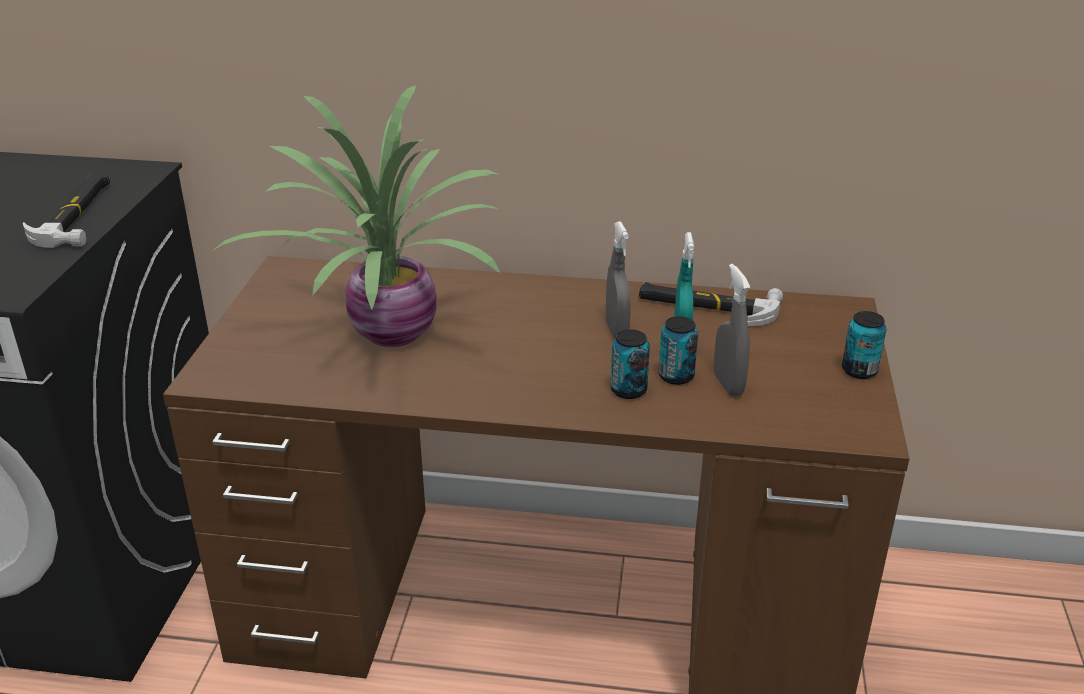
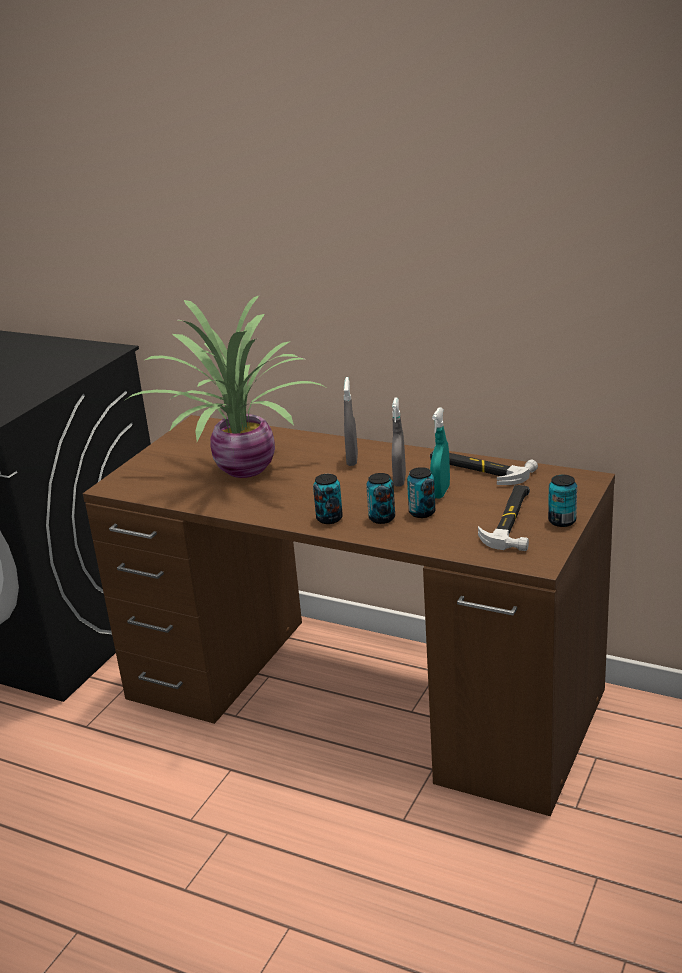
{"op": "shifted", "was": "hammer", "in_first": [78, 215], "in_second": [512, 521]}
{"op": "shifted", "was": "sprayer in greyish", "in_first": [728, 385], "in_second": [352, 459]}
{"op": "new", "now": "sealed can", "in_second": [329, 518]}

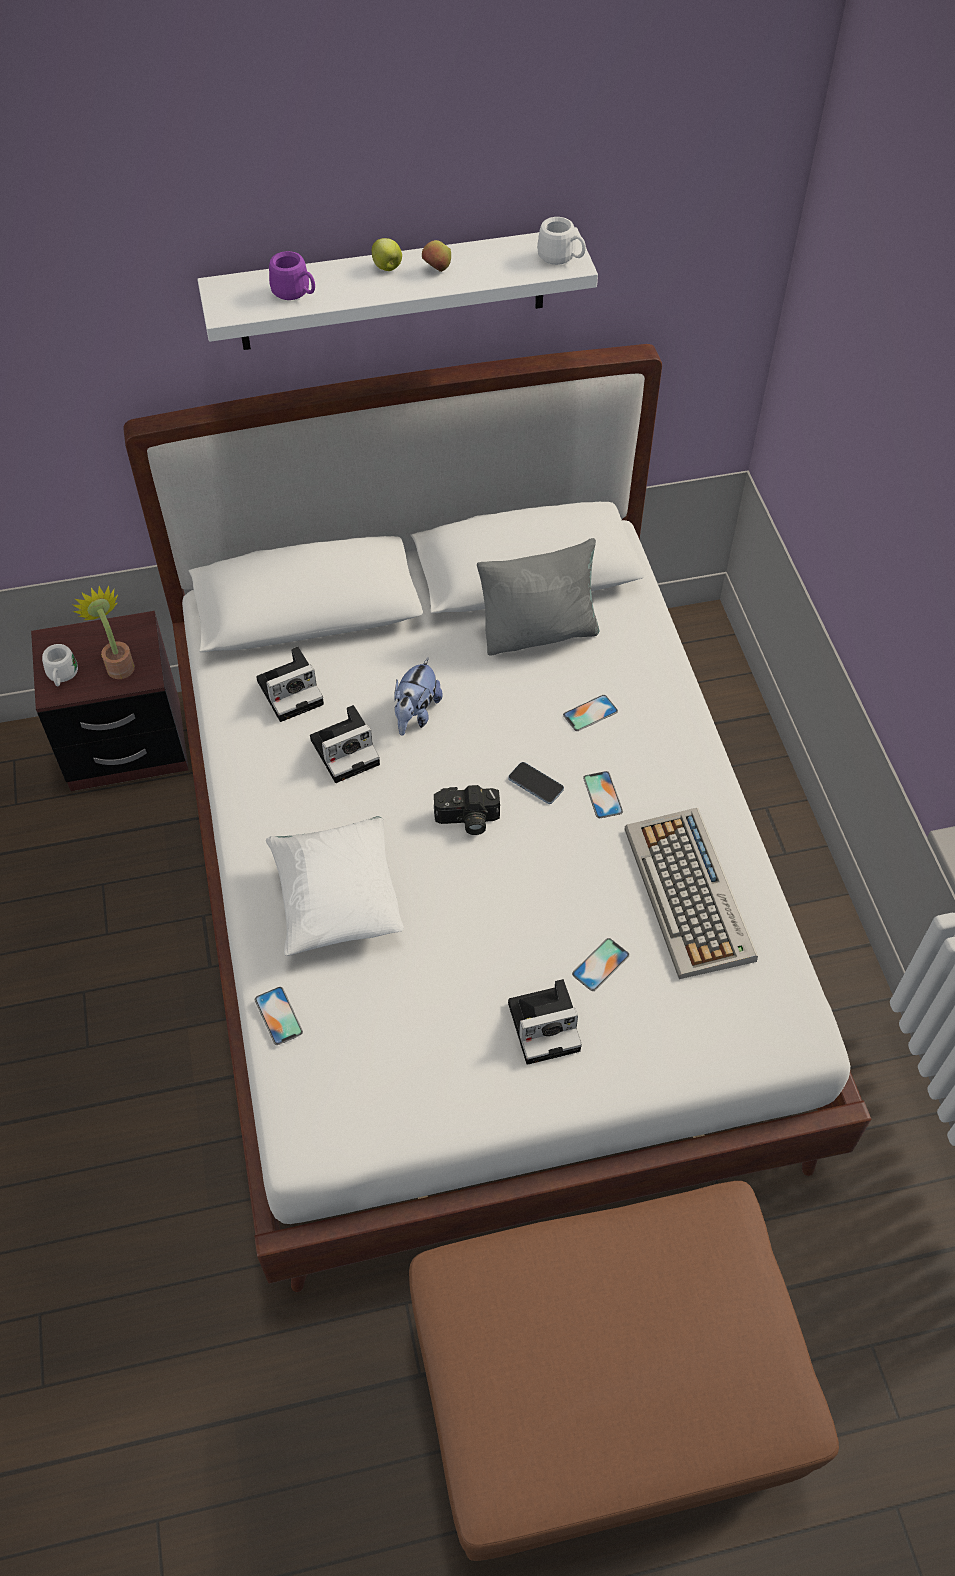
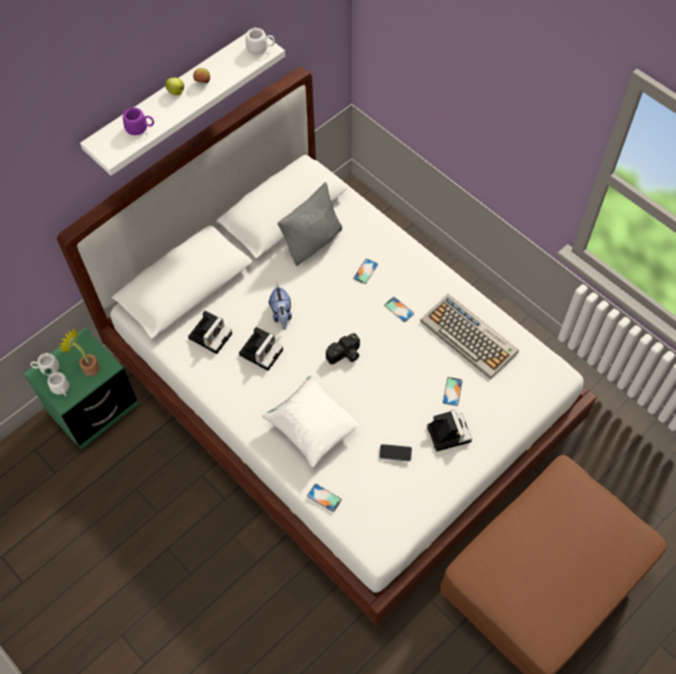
{"op": "repainted", "was": "night table in brownish", "now": "night table in greenish", "in_first": [126, 745], "in_second": [93, 408]}
{"op": "shifted", "was": "handset", "in_first": [536, 784], "in_second": [395, 453]}
{"op": "rotated", "was": "photo camera", "in_first": [546, 1025], "in_second": [447, 432], "clockwise": -60}
{"op": "new", "now": "coffee mug in white", "in_second": [46, 368]}

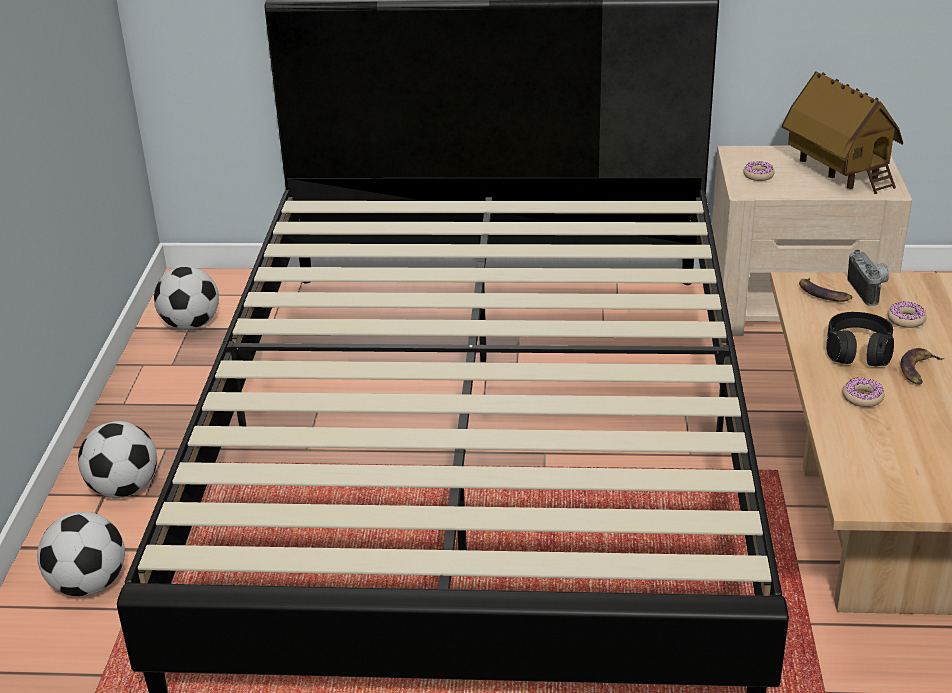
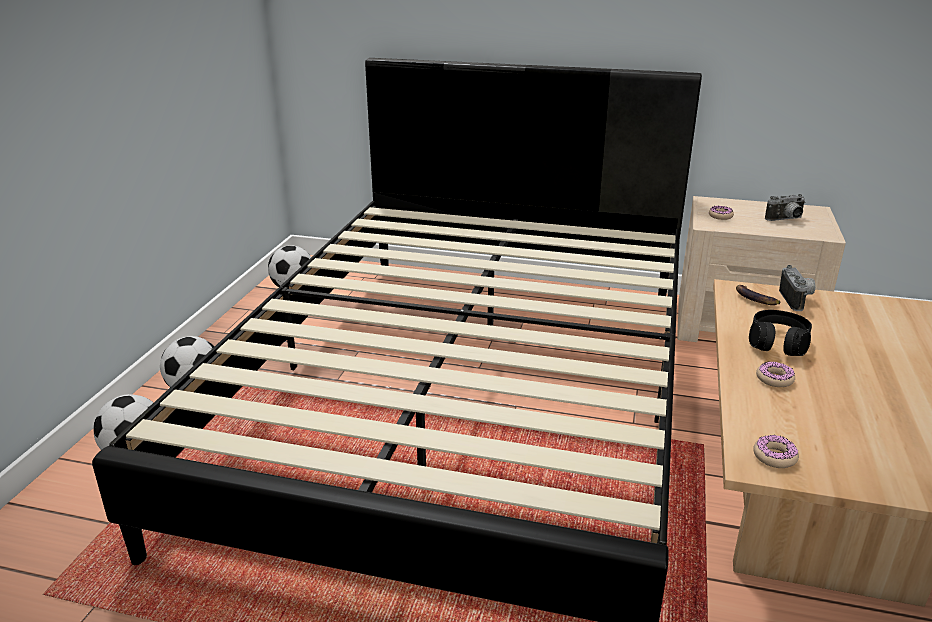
{"op": "swapped", "was": "model house", "now": "photo camera", "in_first": [838, 172], "in_second": [786, 220]}
{"op": "shifted", "was": "doughnut", "in_first": [906, 320], "in_second": [774, 457]}
{"op": "gone", "was": "banana", "in_first": [918, 370]}

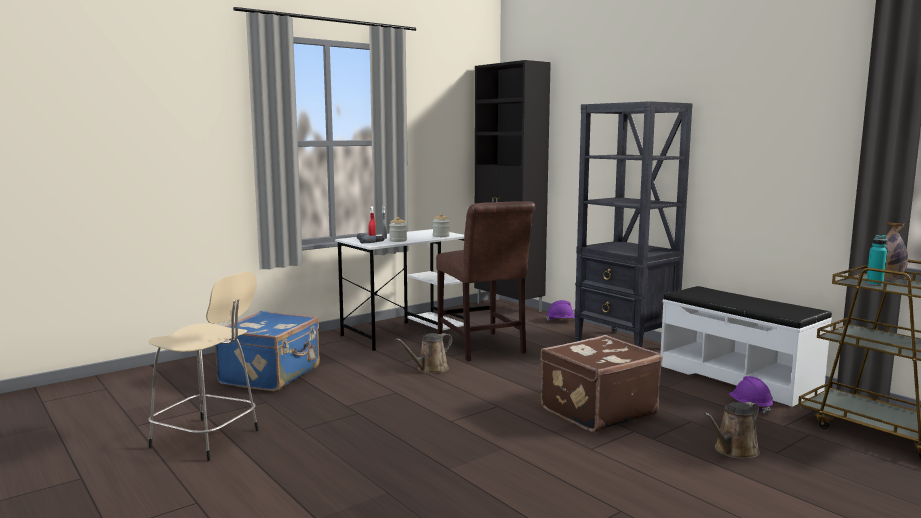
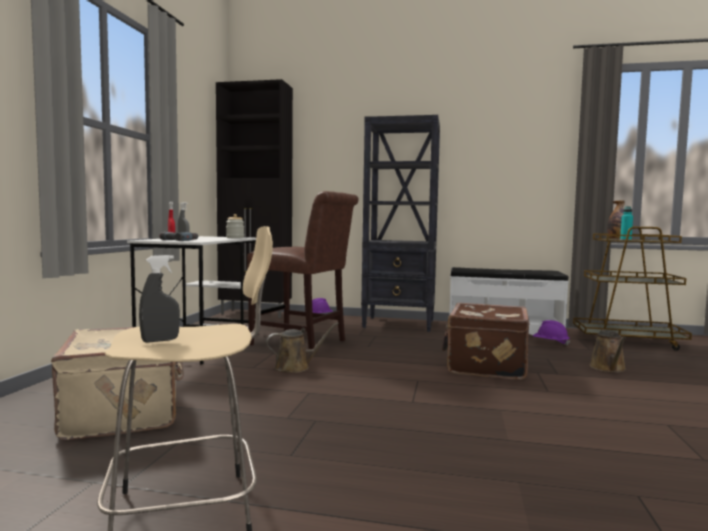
{"op": "gone", "was": "storage jar", "in_first": [398, 240]}
{"op": "repainted", "was": "piece of luggage in bluish", "now": "piece of luggage in beige-coloured", "in_first": [272, 375], "in_second": [125, 413]}
{"op": "rotated", "was": "watering can in brownish", "in_first": [430, 369], "in_second": [295, 367], "clockwise": -120}
{"op": "new", "now": "sprayer in greyish", "in_second": [160, 340]}

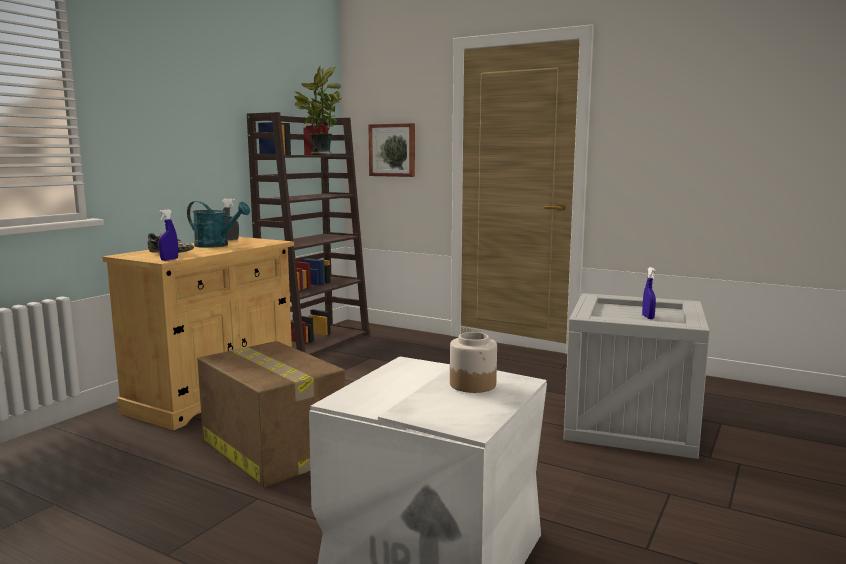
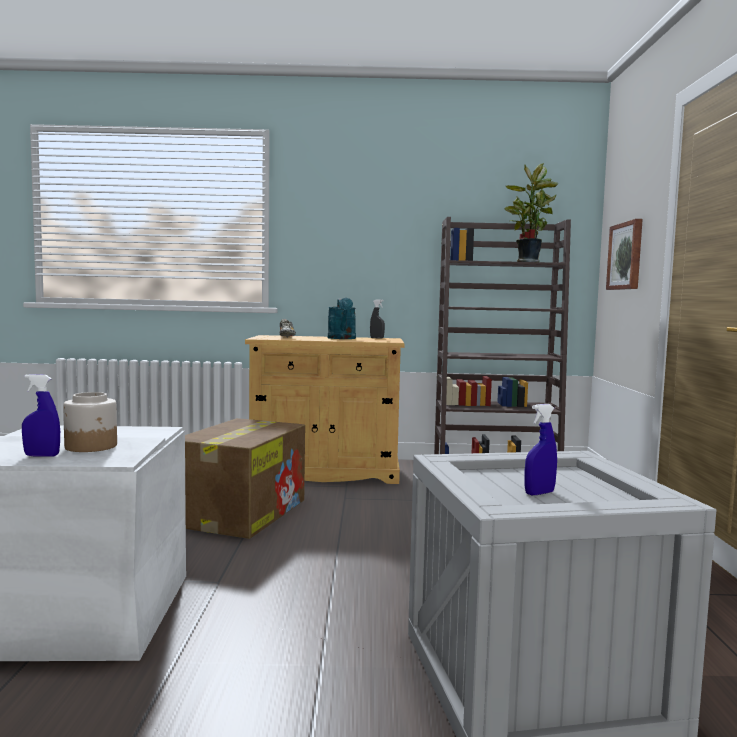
{"op": "shifted", "was": "sprayer in bluish", "in_first": [169, 259], "in_second": [41, 455]}

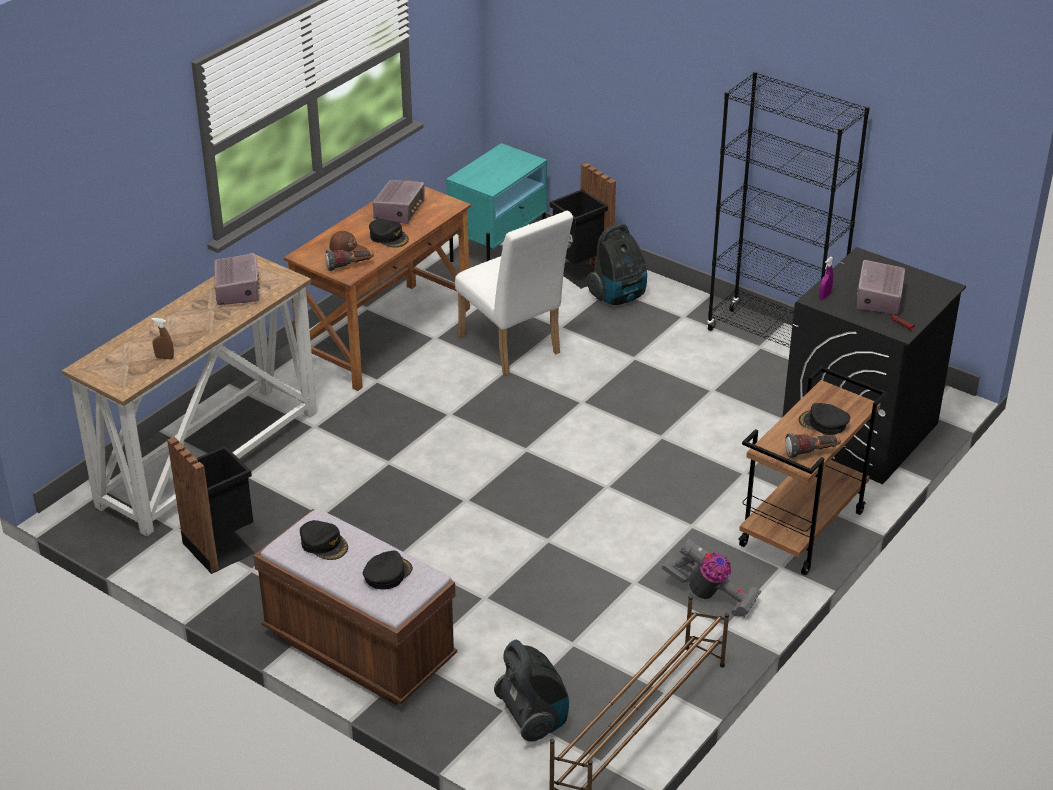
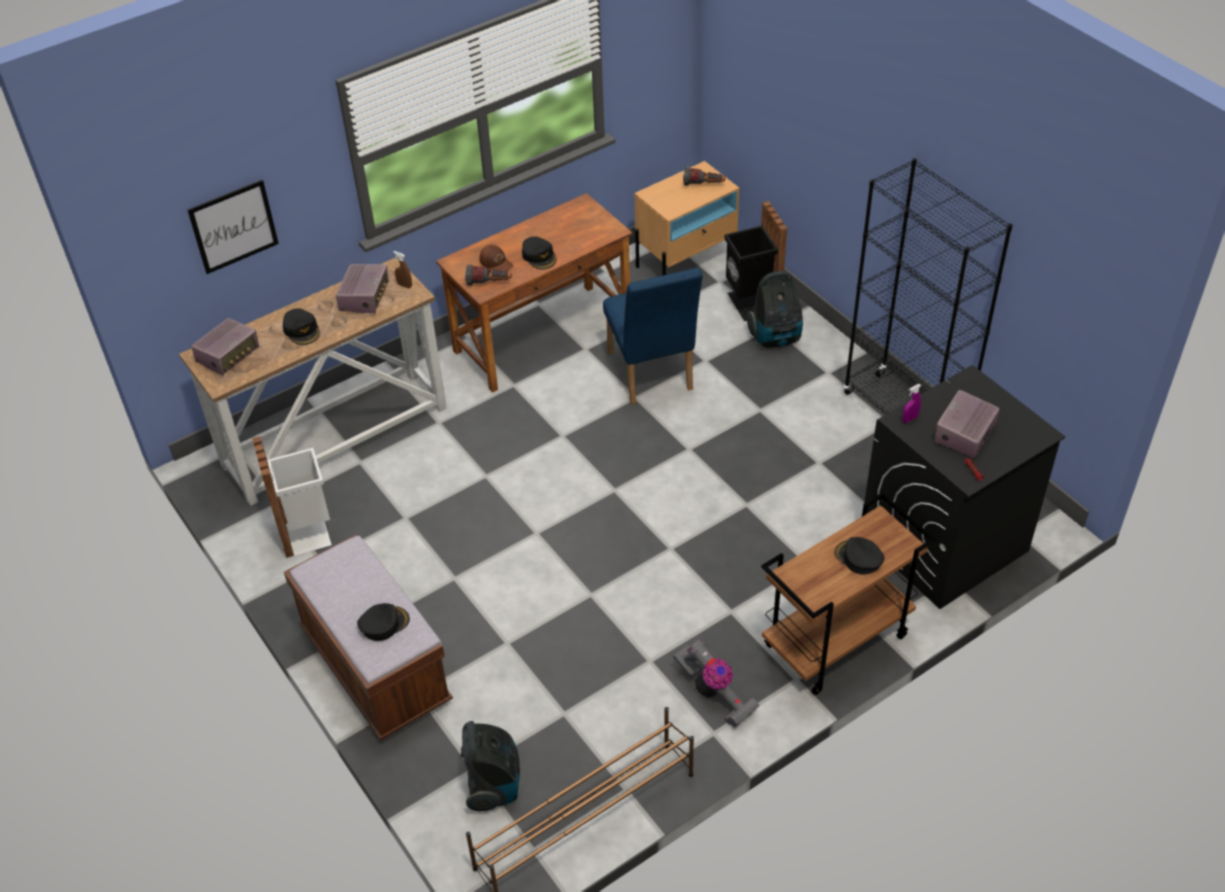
{"op": "repainted", "was": "night table in turquoise-coloured", "now": "night table in beige-coloured", "in_first": [498, 248], "in_second": [687, 261]}
{"op": "shifted", "was": "radio set", "in_first": [399, 211], "in_second": [229, 355]}
{"op": "repainted", "was": "chair in white", "now": "chair in bluish", "in_first": [513, 349], "in_second": [651, 376]}
{"op": "shifted", "was": "sprayer in brownish", "in_first": [164, 357], "in_second": [404, 285]}
{"op": "shifted", "was": "flashlight", "in_first": [811, 453], "in_second": [704, 185]}
{"op": "repainted", "was": "trash can in black", "now": "trash can in white", "in_first": [221, 546], "in_second": [306, 531]}
{"op": "shifted", "was": "peaked cap in black", "in_first": [324, 544], "in_second": [302, 330]}
{"op": "new", "now": "wall picture", "in_second": [233, 226]}

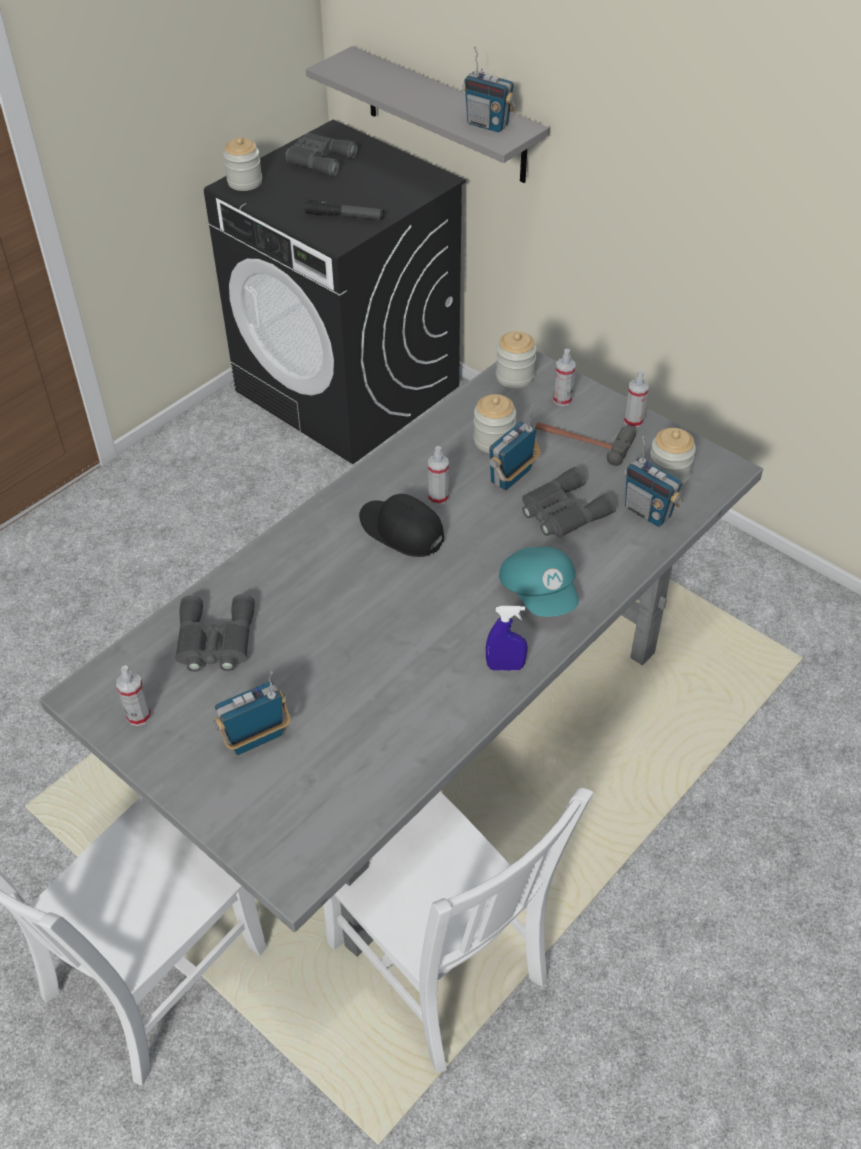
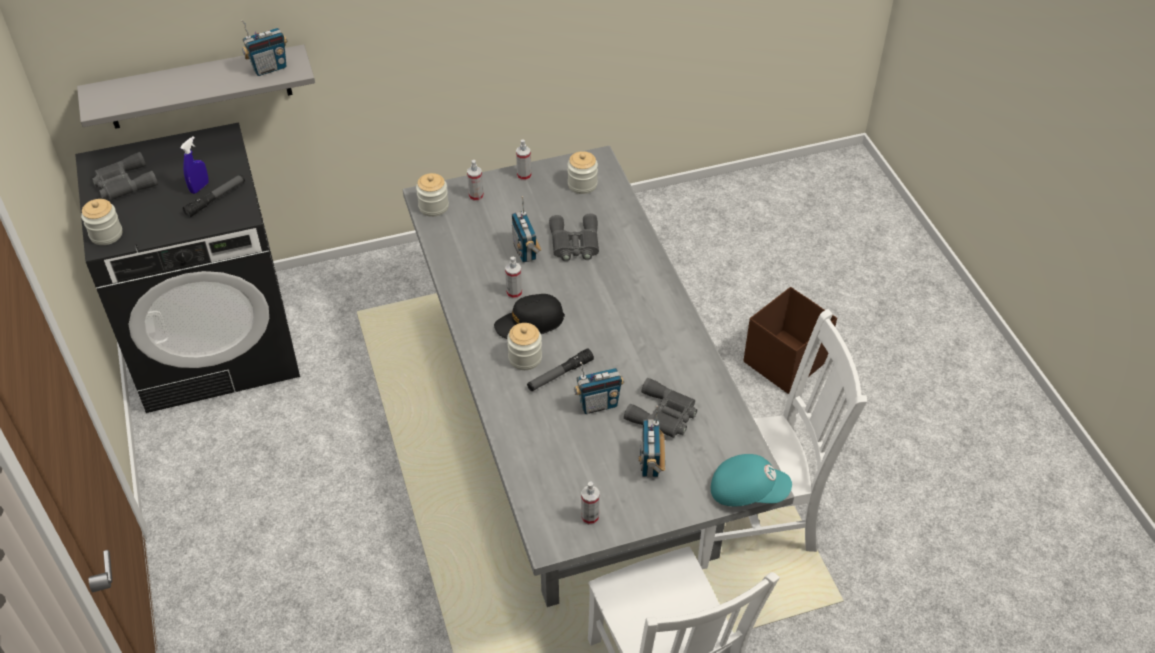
{"op": "shifted", "was": "storage jar", "in_first": [493, 441], "in_second": [525, 358]}
{"op": "gone", "was": "hammer", "in_first": [582, 442]}
{"op": "shifted", "was": "radio set", "in_first": [648, 512], "in_second": [598, 404]}
{"op": "shifted", "was": "peaked cap in turquoise-coloured", "in_first": [540, 593], "in_second": [747, 491]}
{"op": "shifted", "was": "binoculars in greyish", "in_first": [214, 641], "in_second": [663, 415]}
{"op": "shifted", "was": "sprayer in bluish", "in_first": [505, 666], "in_second": [199, 187]}
{"op": "new", "now": "storage bin in brownish", "in_second": [786, 361]}
{"op": "new", "now": "flashlight", "in_second": [560, 374]}

